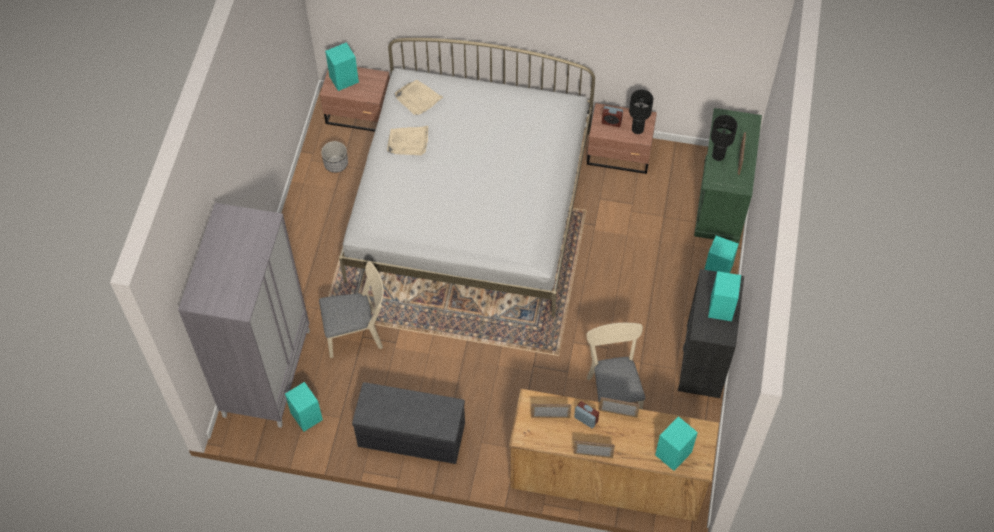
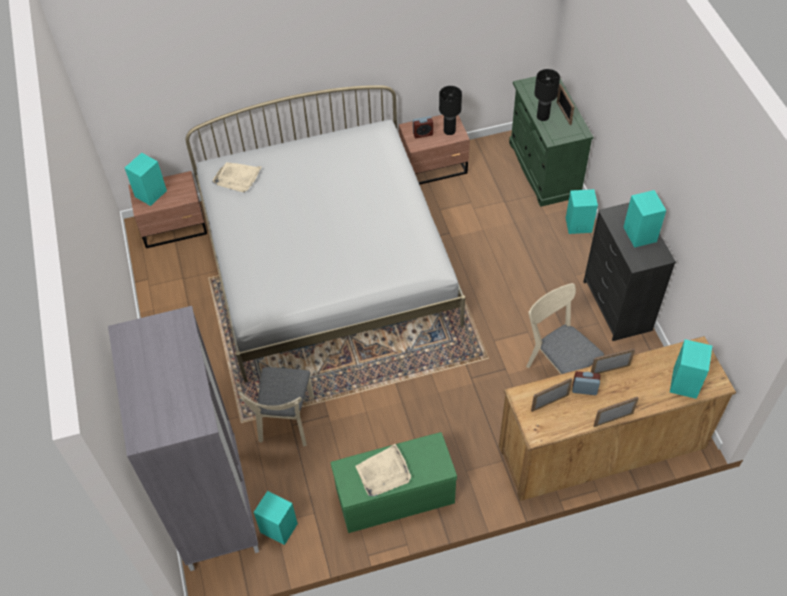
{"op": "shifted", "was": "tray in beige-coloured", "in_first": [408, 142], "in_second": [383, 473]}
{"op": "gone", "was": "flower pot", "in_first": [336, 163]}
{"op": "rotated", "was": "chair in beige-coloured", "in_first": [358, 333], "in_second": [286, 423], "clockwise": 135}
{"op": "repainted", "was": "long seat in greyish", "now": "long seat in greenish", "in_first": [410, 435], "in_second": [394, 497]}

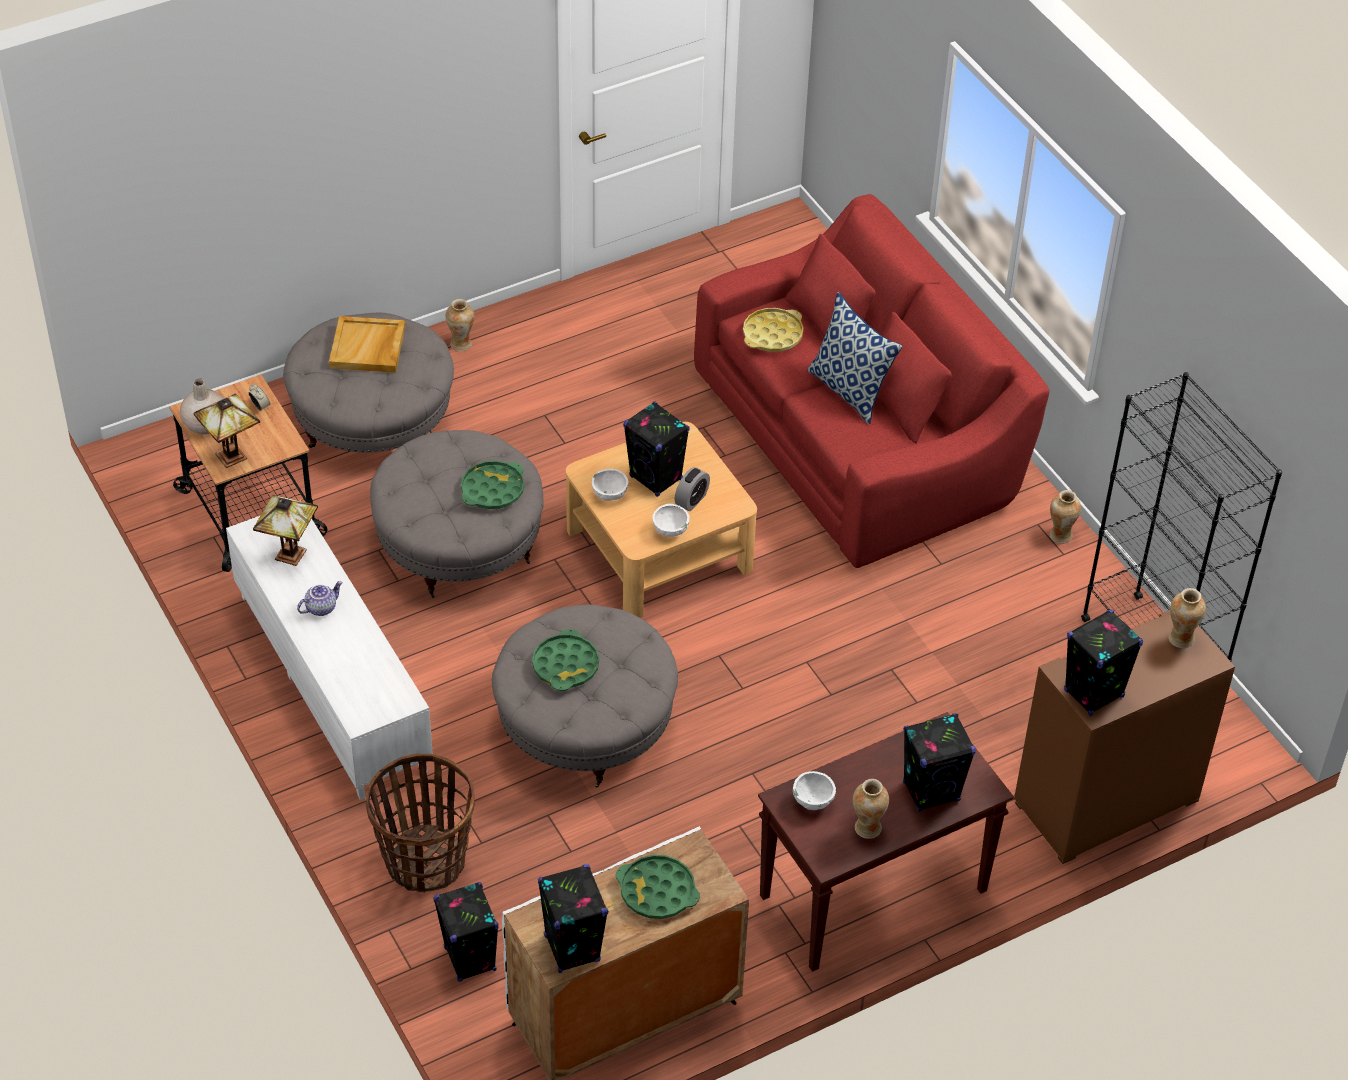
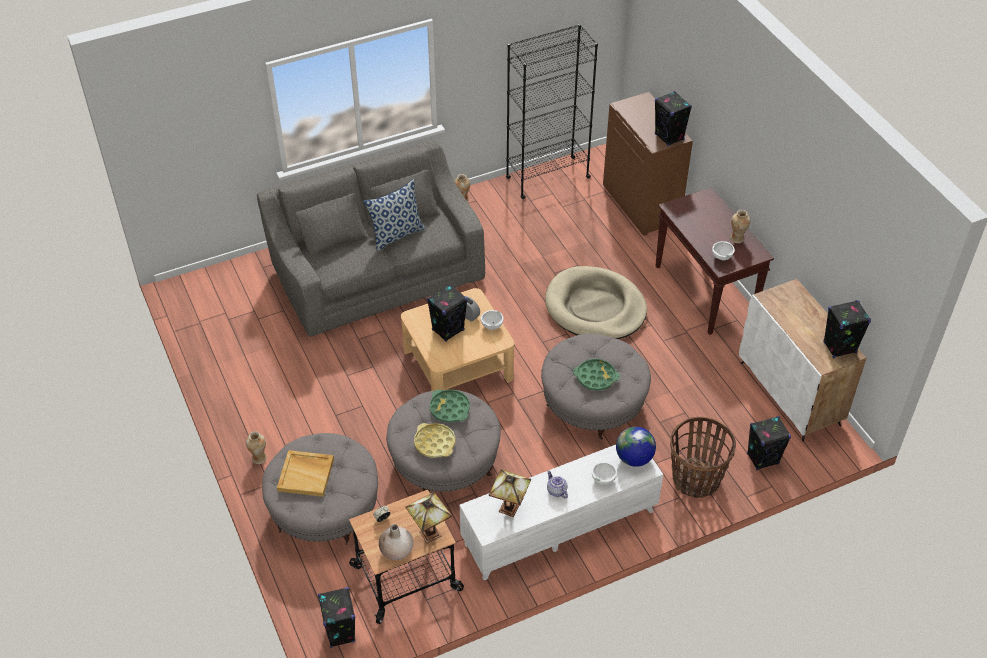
{"op": "repainted", "was": "couch in red", "now": "couch in greyish", "in_first": [858, 436], "in_second": [376, 271]}
{"op": "shifted", "was": "tray in yellow", "in_first": [772, 335], "in_second": [434, 443]}
{"op": "shifted", "was": "bowl in white", "in_first": [610, 495], "in_second": [603, 479]}
{"op": "gone", "was": "flower vase", "in_first": [1181, 638]}
{"op": "shifted", "was": "loudspeaker in black", "in_first": [931, 791], "in_second": [340, 633]}
{"op": "gone", "was": "tray in greenish", "in_first": [657, 892]}
{"op": "new", "now": "dog cushion in beige-coloured", "in_second": [595, 307]}
{"op": "new", "now": "world globe", "in_second": [634, 458]}

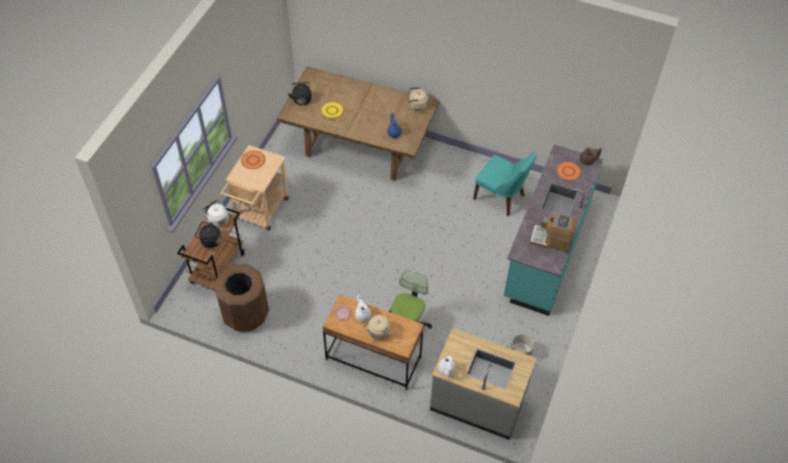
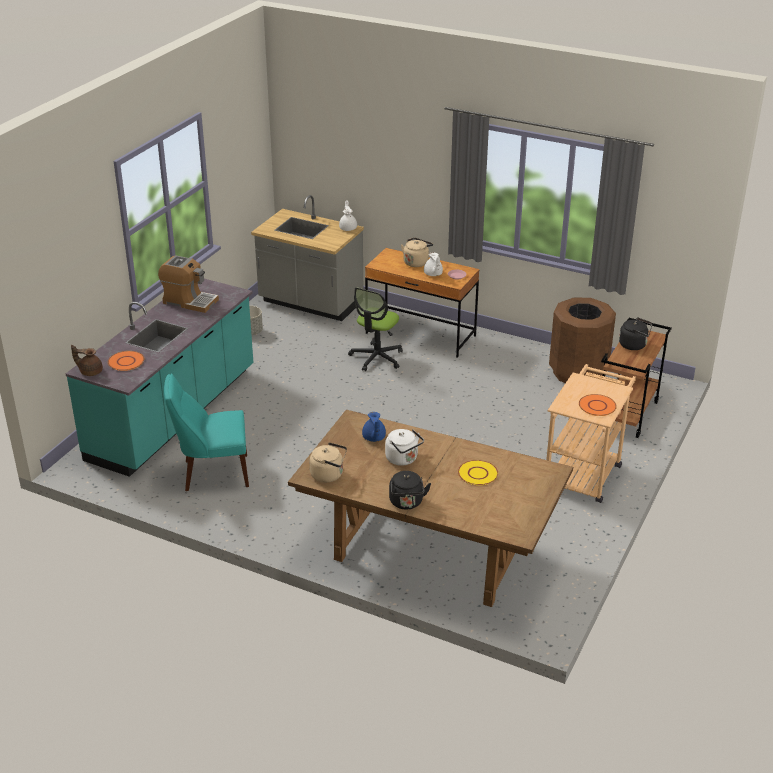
{"op": "shifted", "was": "tea kettle in black", "in_first": [302, 99], "in_second": [406, 503]}
{"op": "rotated", "was": "chair in turquoise-coloured", "in_first": [501, 198], "in_second": [212, 473], "clockwise": -45}
{"op": "shifted", "was": "tea kettle in white", "in_first": [217, 220], "in_second": [403, 459]}

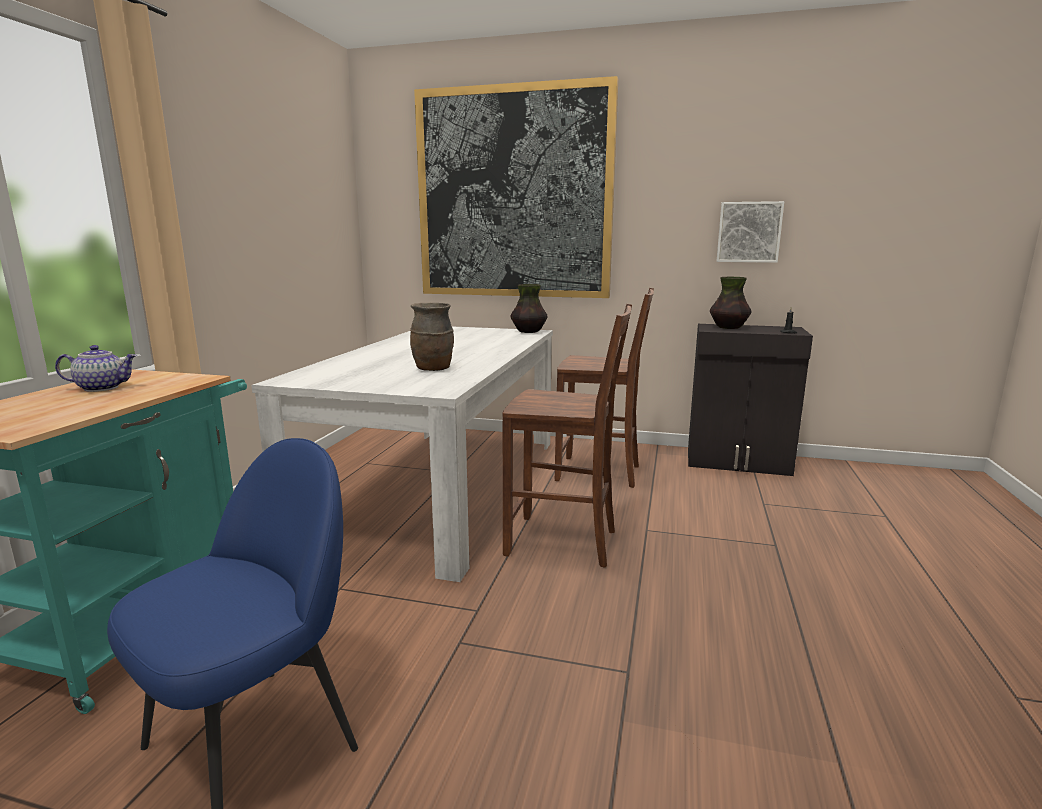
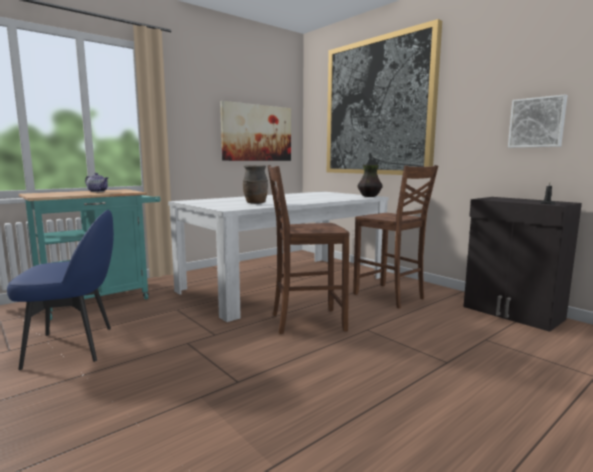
{"op": "gone", "was": "flower vase", "in_first": [729, 328]}
{"op": "rotated", "was": "chair in brownish", "in_first": [564, 543], "in_second": [306, 321], "clockwise": 120}
{"op": "new", "now": "wall picture", "in_second": [257, 133]}

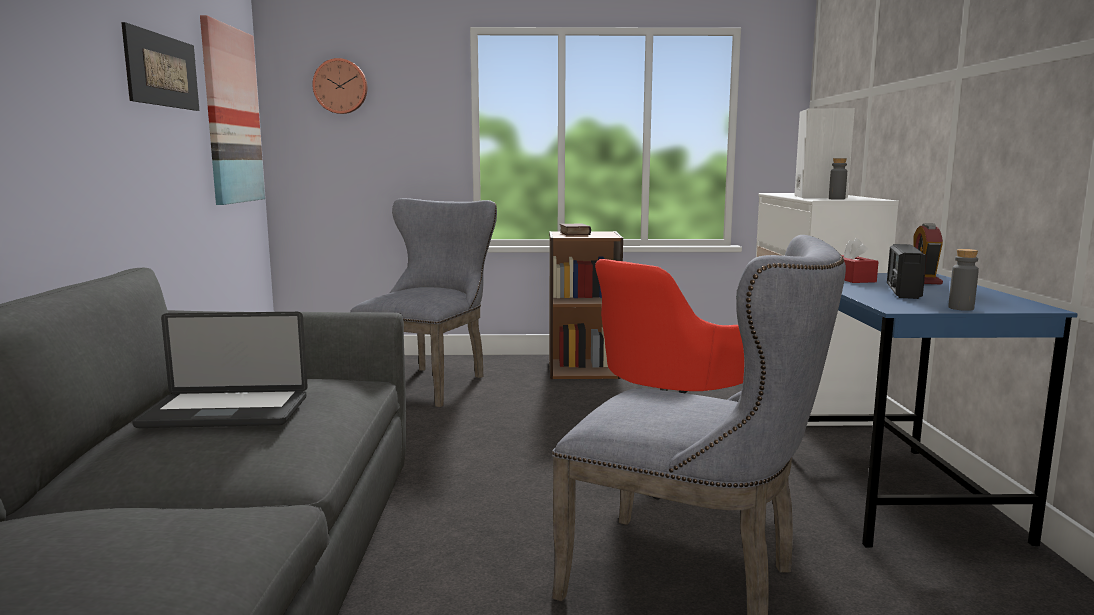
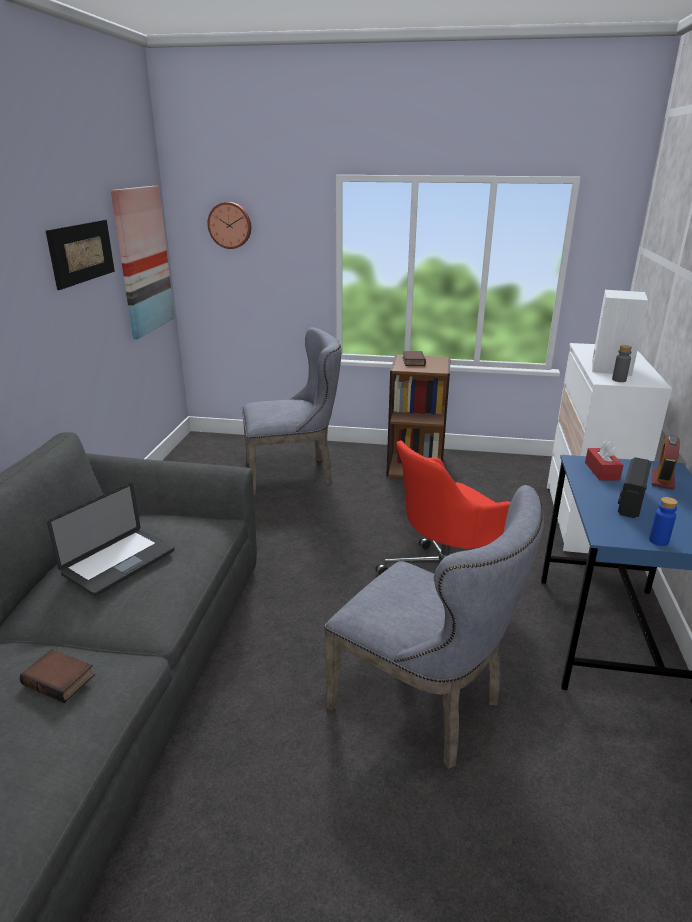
{"op": "rotated", "was": "chair in greyish", "in_first": [430, 383], "in_second": [294, 473], "clockwise": 45}
{"op": "repainted", "was": "drink bottle in greyish", "now": "drink bottle in bluish", "in_first": [961, 308], "in_second": [658, 541]}
{"op": "rotated", "was": "notebook computer", "in_first": [225, 412], "in_second": [119, 562], "clockwise": -60}
{"op": "new", "now": "bound book", "in_second": [61, 679]}

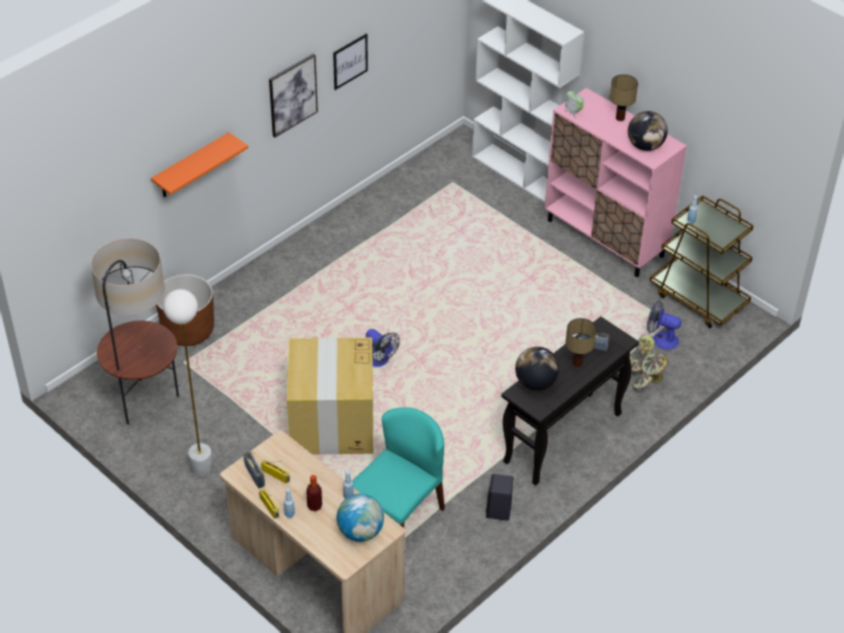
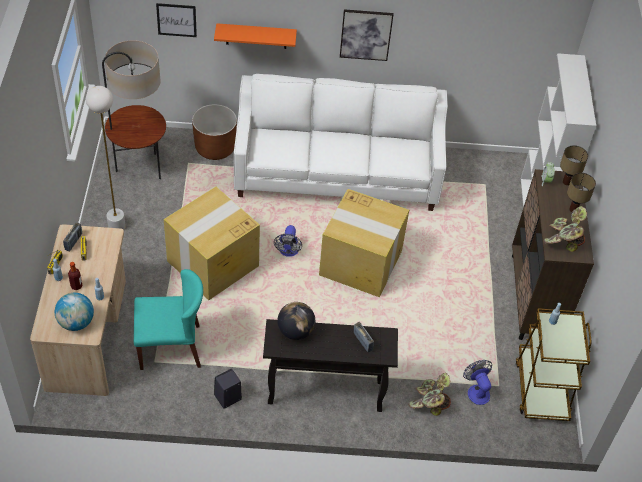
{"op": "shifted", "was": "wall picture", "in_first": [350, 61], "in_second": [176, 20]}
{"op": "repainted", "was": "storage cabinet in pinkish", "now": "storage cabinet in brownish", "in_first": [605, 238], "in_second": [534, 298]}
{"op": "swapped", "was": "world globe", "now": "plant in a pot", "in_first": [645, 146], "in_second": [562, 241]}
{"op": "shifted", "was": "table lamp", "in_first": [577, 363], "in_second": [566, 182]}
{"op": "new", "now": "couch in white", "in_second": [337, 173]}
{"op": "new", "now": "cardboard box", "in_second": [361, 263]}

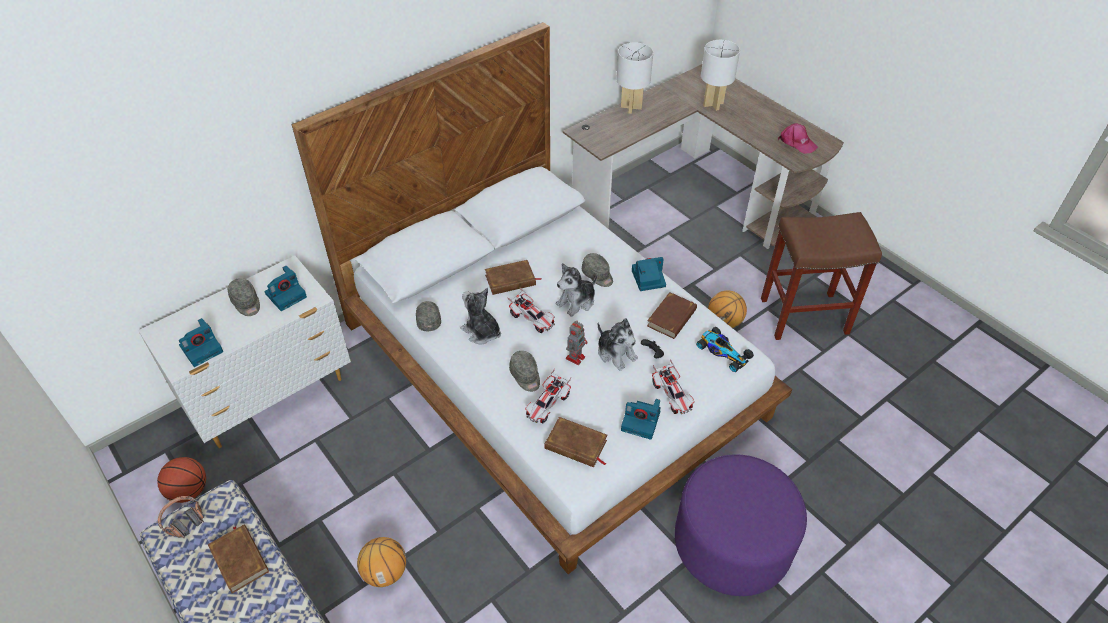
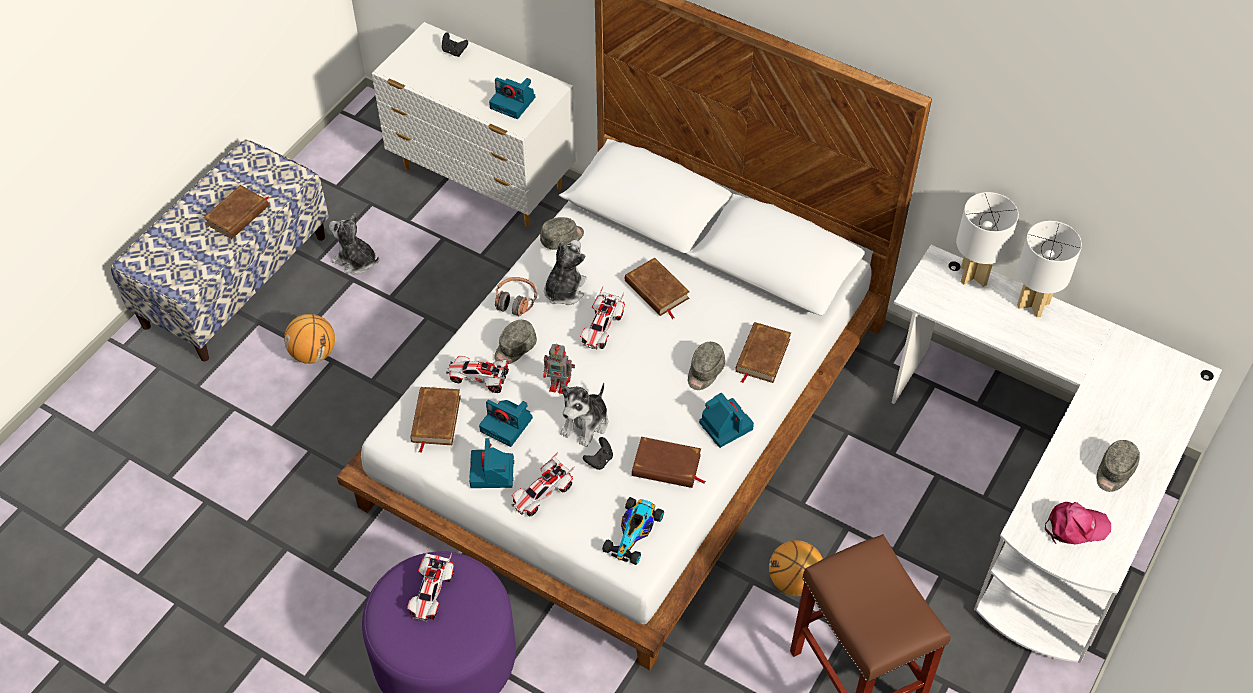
{"op": "shifted", "was": "table lamp in white", "in_first": [712, 104], "in_second": [973, 275]}
{"op": "repainted", "was": "desk table in brownish", "now": "desk table in white", "in_first": [695, 196], "in_second": [1038, 490]}
{"op": "rotated", "was": "peaked cap in pinkish", "in_first": [797, 142], "in_second": [1075, 527], "clockwise": -120}
{"op": "shifted", "was": "plush toy", "in_first": [577, 302], "in_second": [356, 261]}
{"op": "shifted", "was": "peaked cap in greyish", "in_first": [246, 303], "in_second": [1114, 471]}
{"op": "shifted", "was": "photo camera", "in_first": [202, 348], "in_second": [507, 425]}
{"op": "gone", "was": "basketball ball", "in_first": [189, 491]}
{"op": "shifted", "was": "headphones", "in_first": [183, 520], "in_second": [515, 301]}
{"op": "new", "now": "gamepad in black", "in_second": [454, 51]}
{"op": "new", "now": "bound book in brownish", "in_second": [762, 355]}
{"op": "new", "now": "model car", "in_second": [432, 593]}

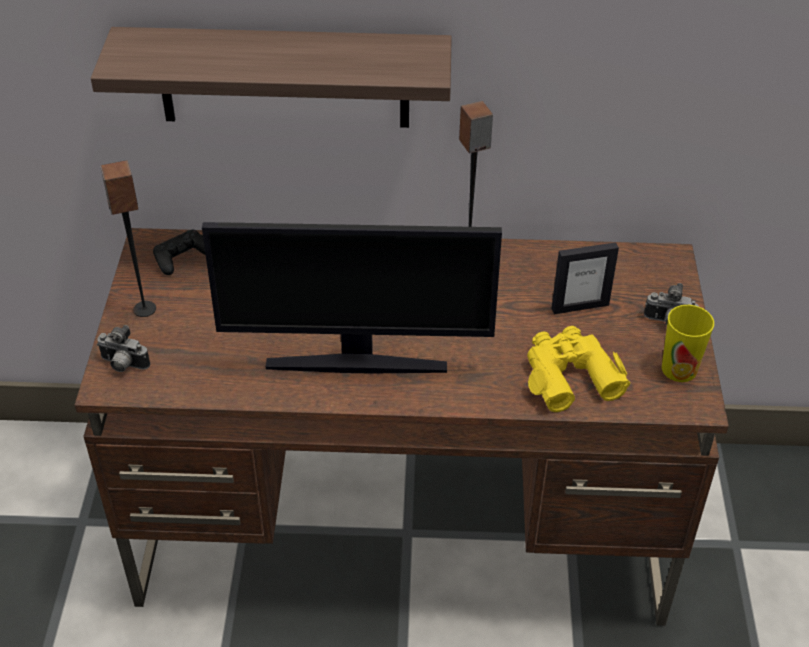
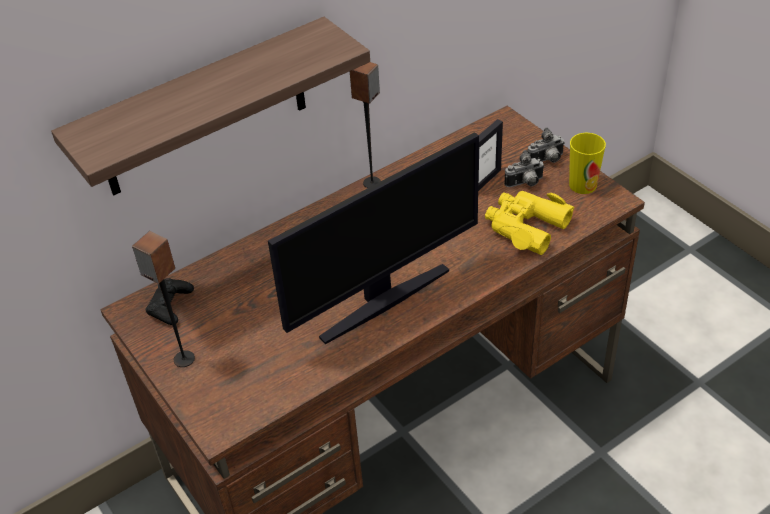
{"op": "shifted", "was": "photo camera", "in_first": [123, 365], "in_second": [525, 184]}

